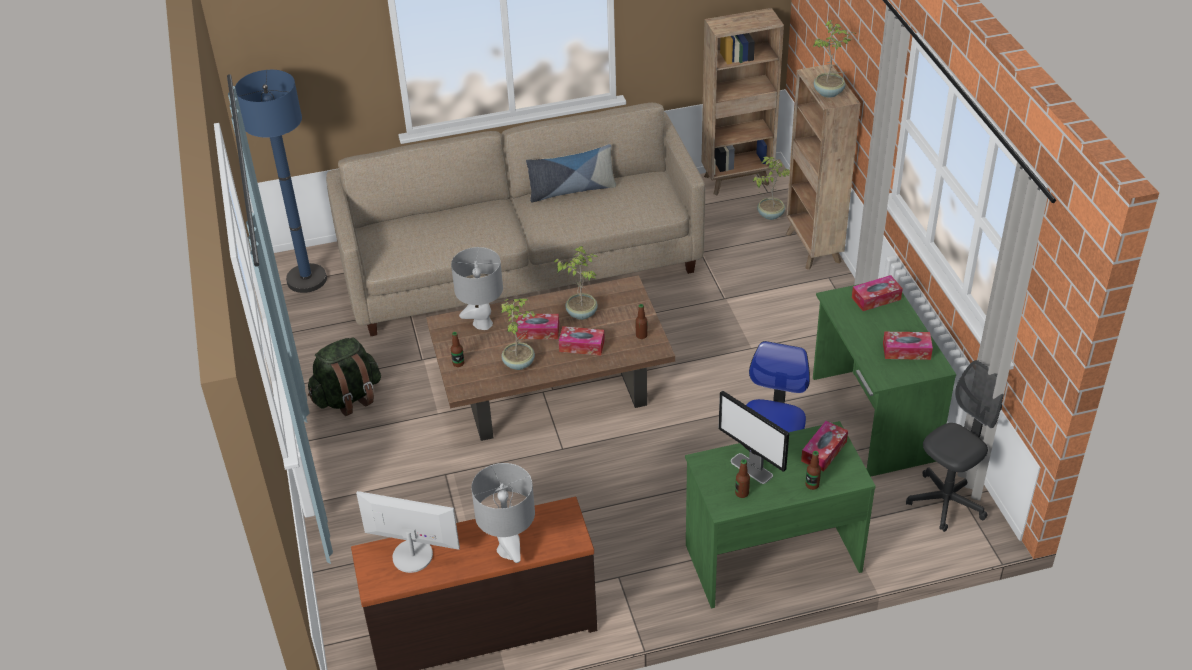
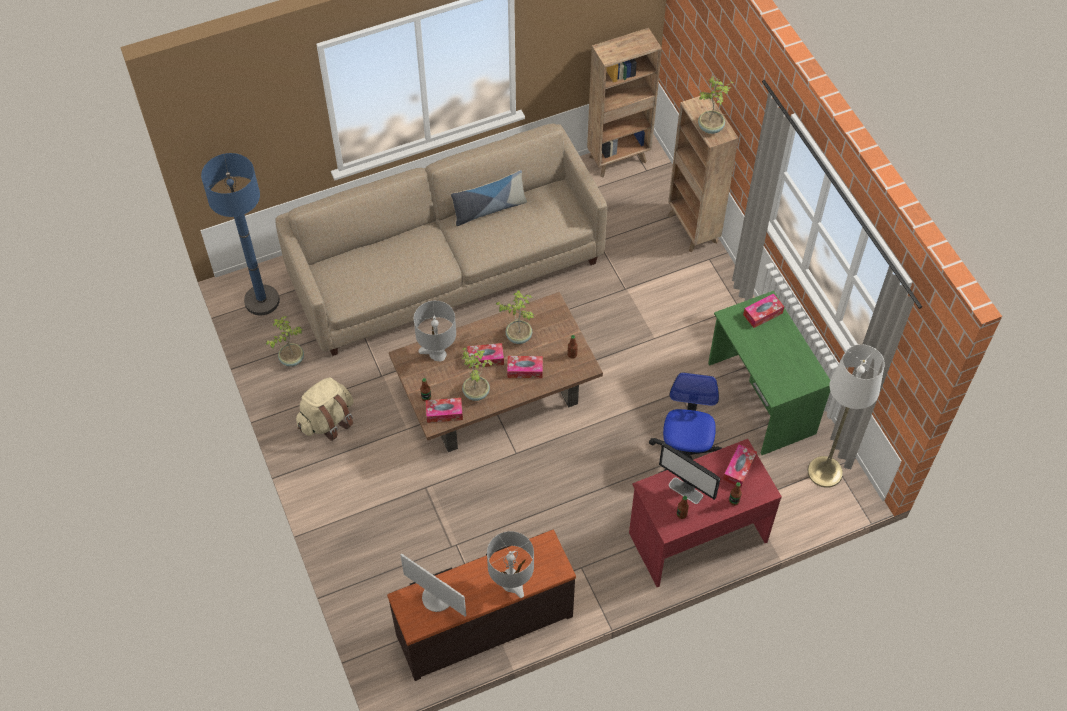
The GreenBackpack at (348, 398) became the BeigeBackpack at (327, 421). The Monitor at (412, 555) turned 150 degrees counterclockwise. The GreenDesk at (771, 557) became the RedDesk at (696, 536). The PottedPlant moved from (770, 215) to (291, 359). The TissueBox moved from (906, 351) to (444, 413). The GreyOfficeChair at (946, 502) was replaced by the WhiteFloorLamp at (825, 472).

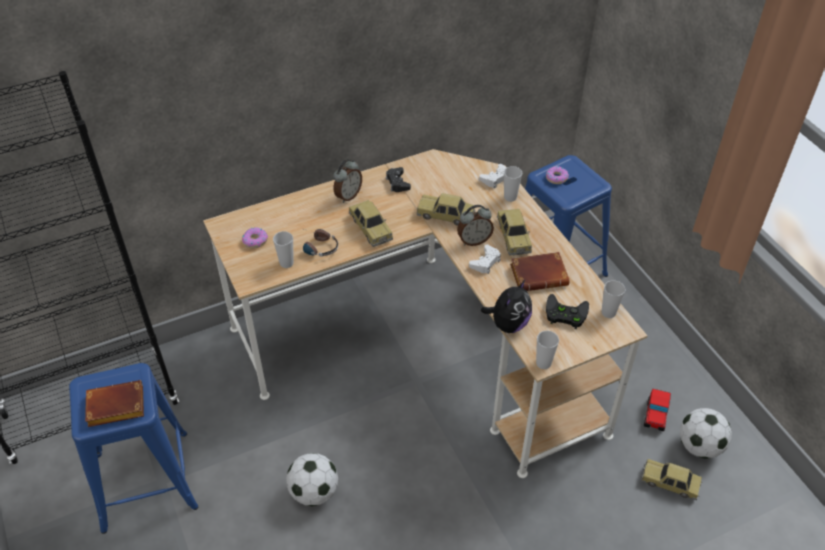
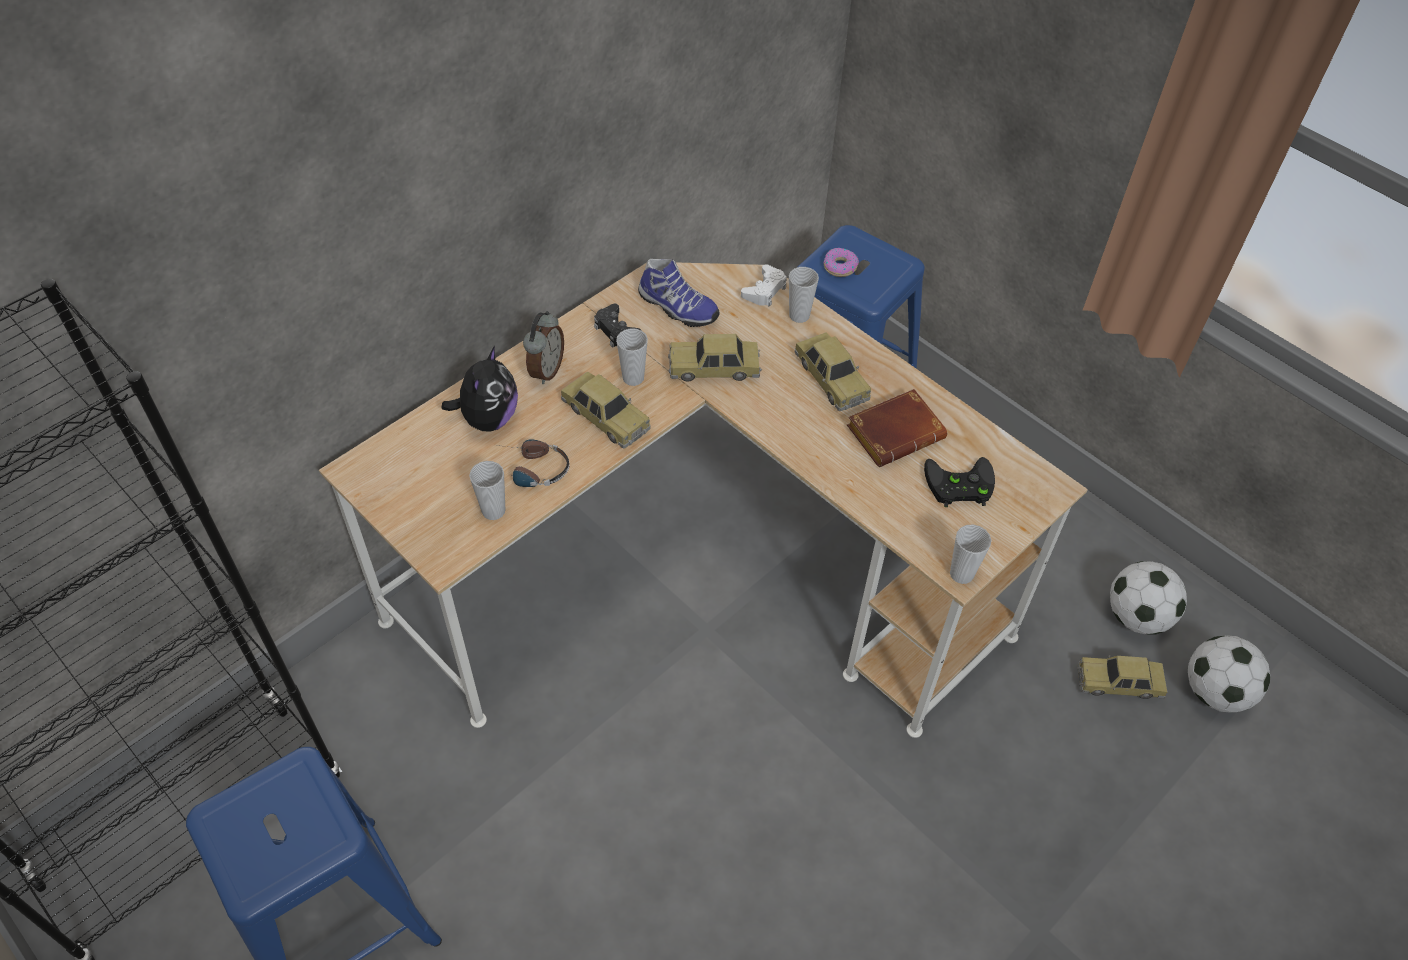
The BrownBook at (114, 408) disappeared. The Donut at (255, 241) disappeared. The Football moved from (314, 492) to (1214, 691). The AlarmClock at (474, 240) disappeared. The WhiteGameController at (485, 262) disappeared. The PlushToy moved from (508, 324) to (488, 418). The Cup moved from (608, 313) to (633, 378). The ToyCar at (655, 416) disappeared. The Shoe at (676, 308) appeared.

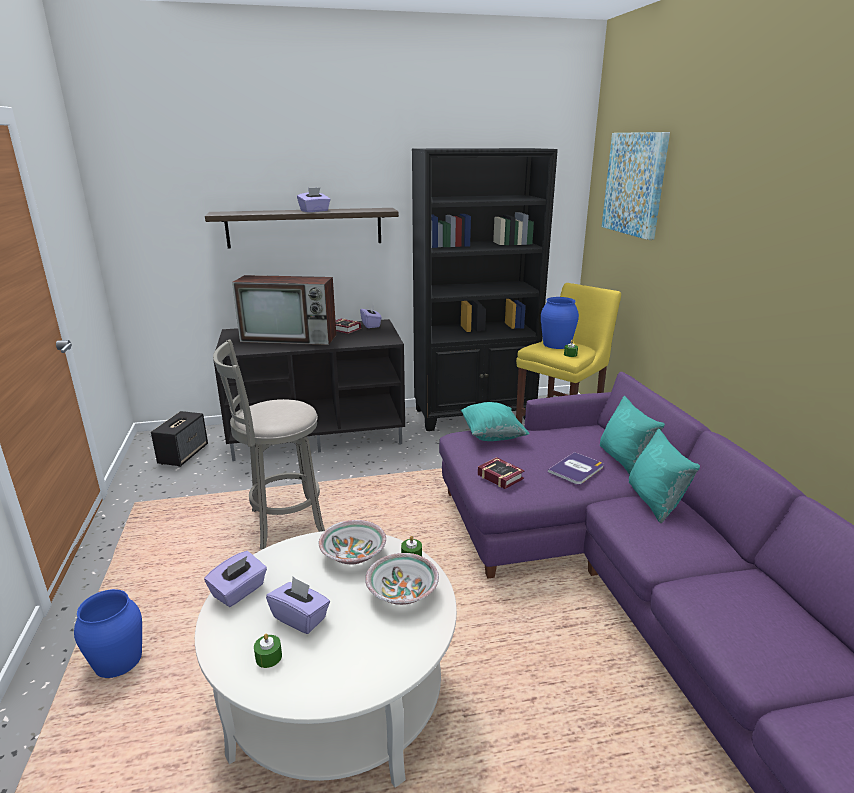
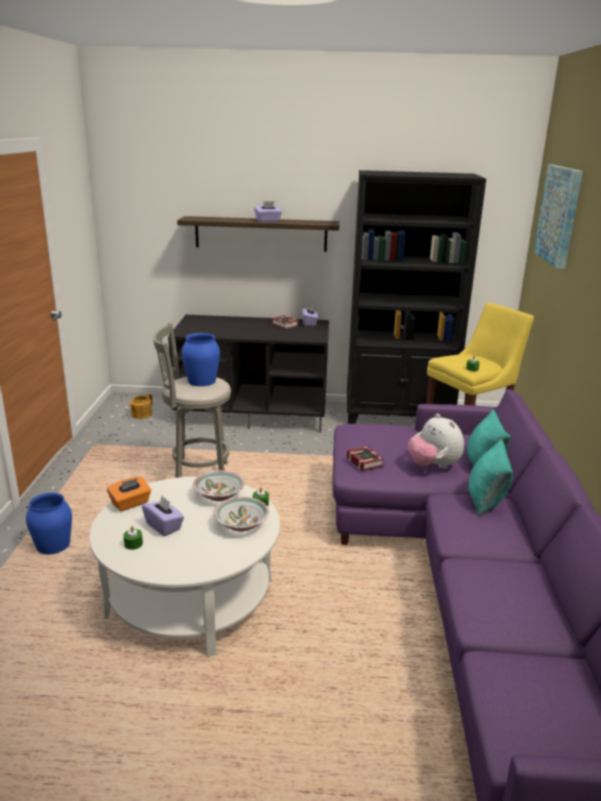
The Speaker at (183, 454) was replaced by the Teapot at (141, 414). The PurpleTissueBox at (239, 591) became the OrangeTissueBox at (130, 503). The Television at (291, 338) disappeared. The TurquoisePillow at (492, 435) disappeared. The BlueVase moved from (557, 344) to (202, 381). The Book at (576, 469) was replaced by the PlushToy at (433, 466).

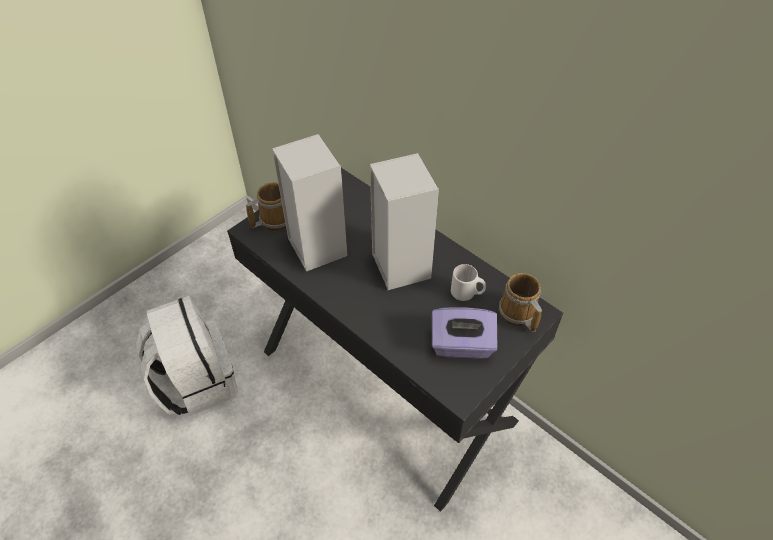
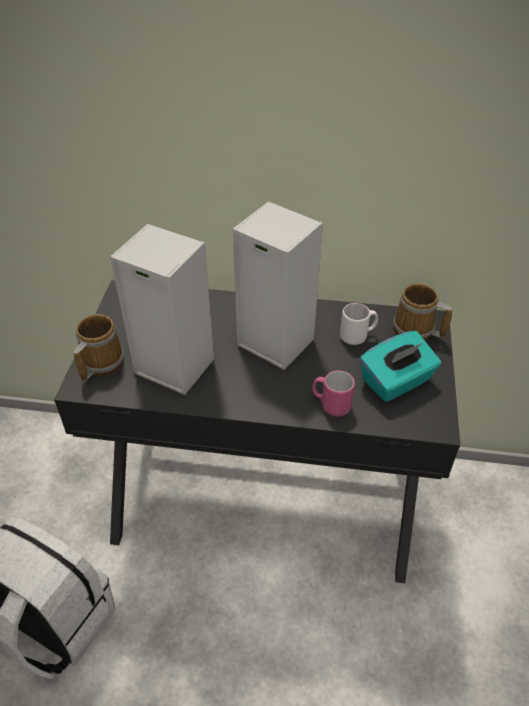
The PurpleTissueBox at (461, 345) became the TurquoiseTissueBox at (396, 382). The PinkMug at (330, 404) appeared.

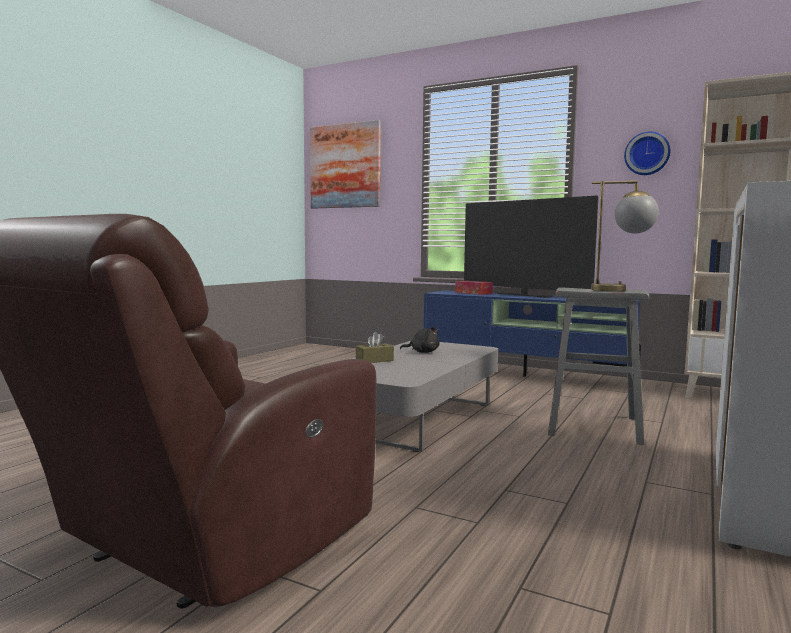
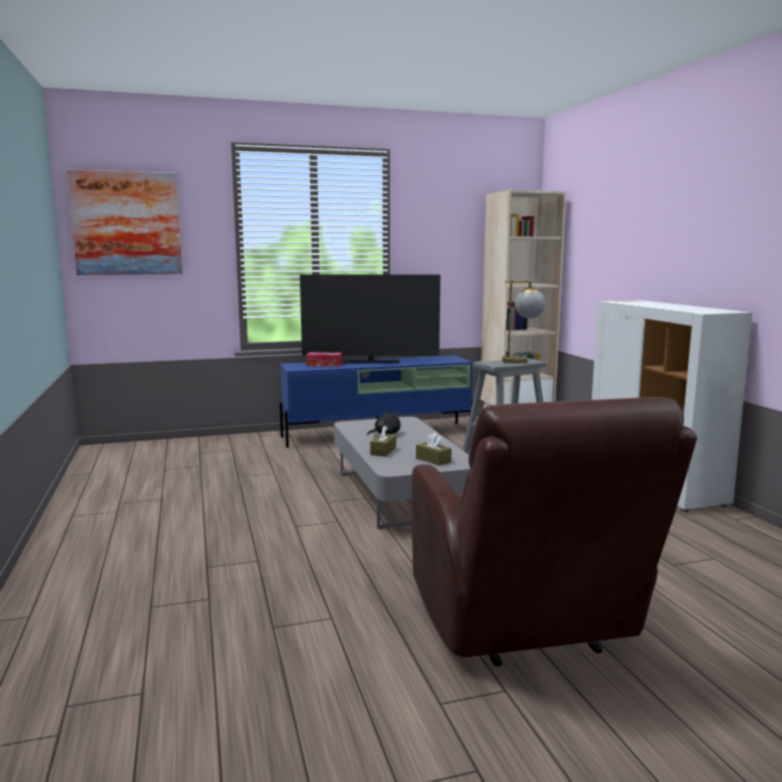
The WallClock at (647, 154) disappeared. The BrownTissueBox at (433, 460) appeared.

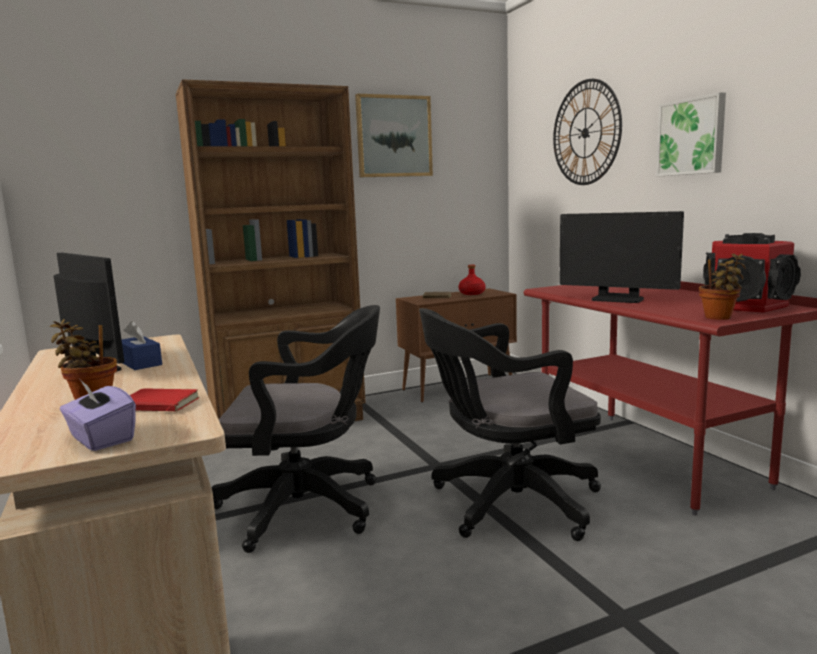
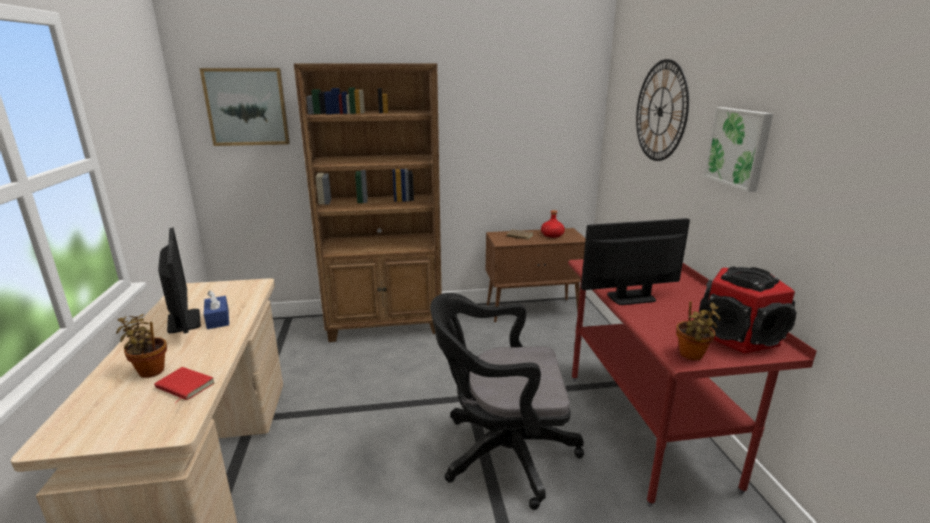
The PurpleTissueBox at (101, 439) disappeared. The BlackOfficeChair at (308, 507) disappeared. The Picture moved from (394, 136) to (247, 107). The Monitor at (617, 299) turned 120 degrees clockwise.

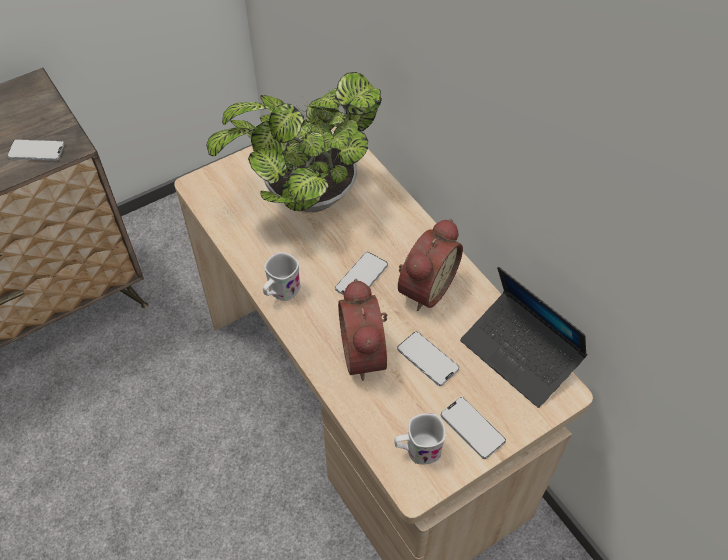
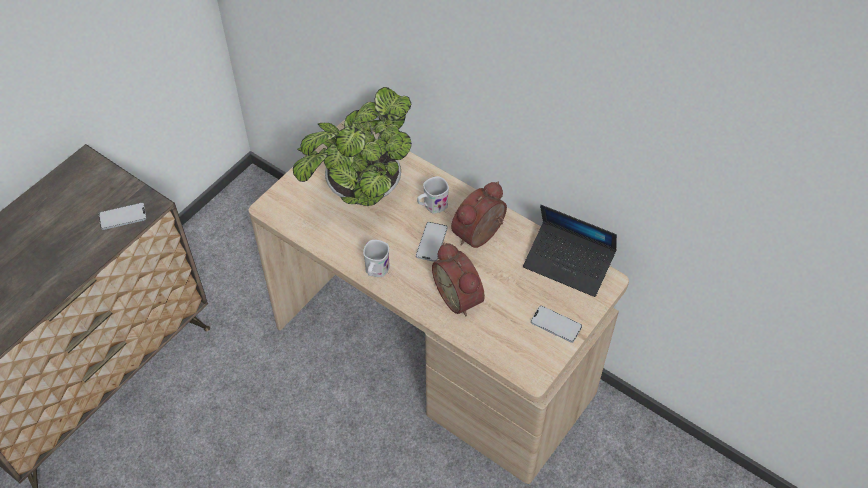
The WhiteMug moved from (417, 450) to (432, 206). The Phone at (427, 359) disappeared. The AlarmClock at (424, 287) turned 150 degrees counterclockwise.

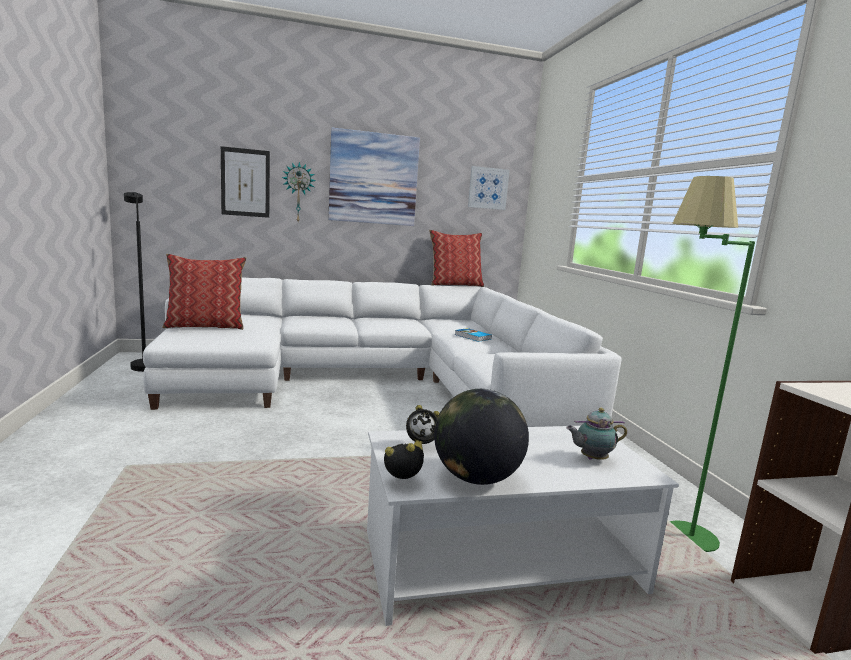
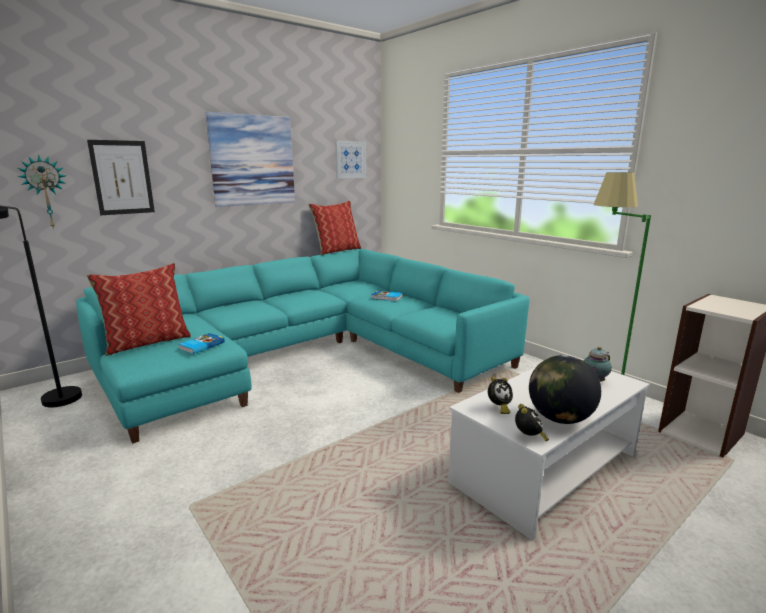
The WhiteSofa at (378, 382) became the TurquoiseSofa at (309, 353). The WallClock moved from (298, 193) to (45, 192). The AlarmClock at (403, 482) turned 120 degrees clockwise. The Book at (201, 345) appeared.

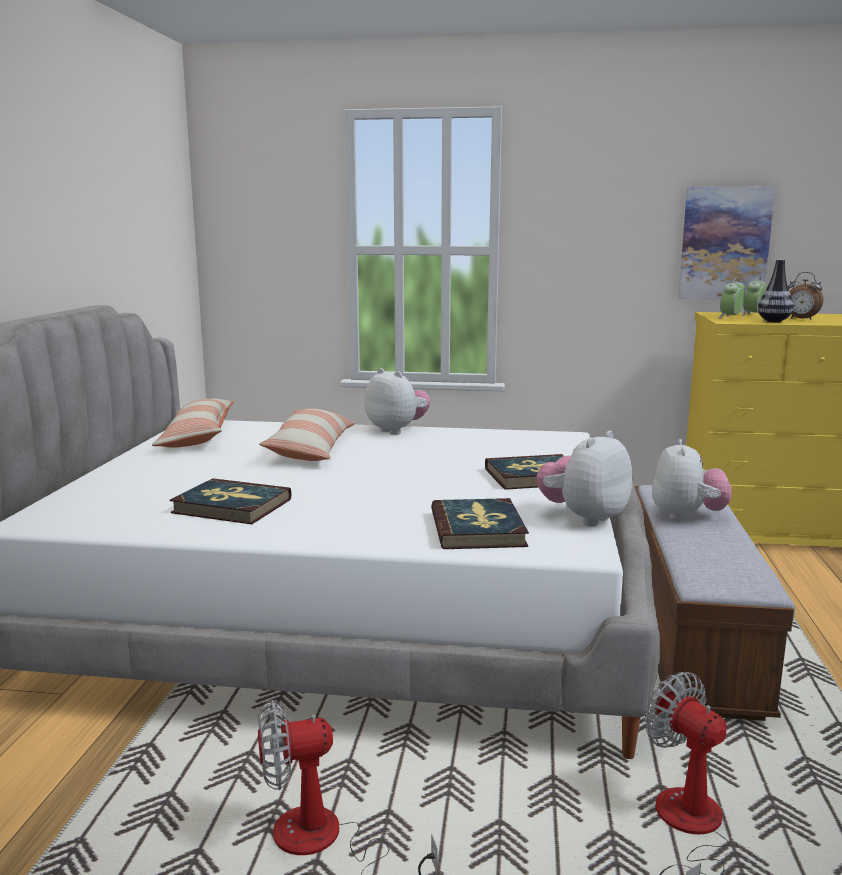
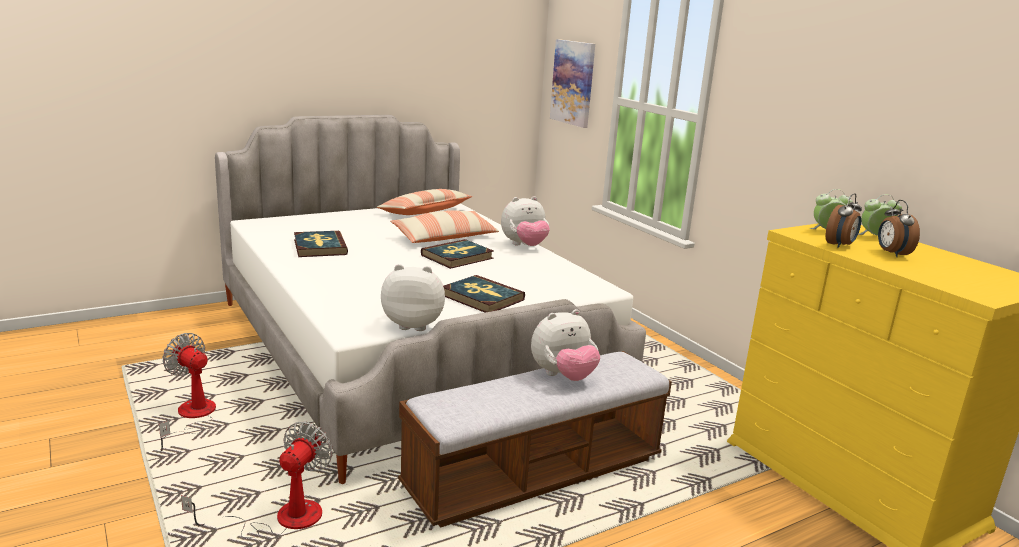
The PlushToy at (397, 430) turned 60 degrees clockwise. The Book moved from (478, 529) to (457, 257). The Picture moved from (724, 243) to (573, 83). The Vase at (773, 321) was replaced by the AlarmClock at (840, 245).

